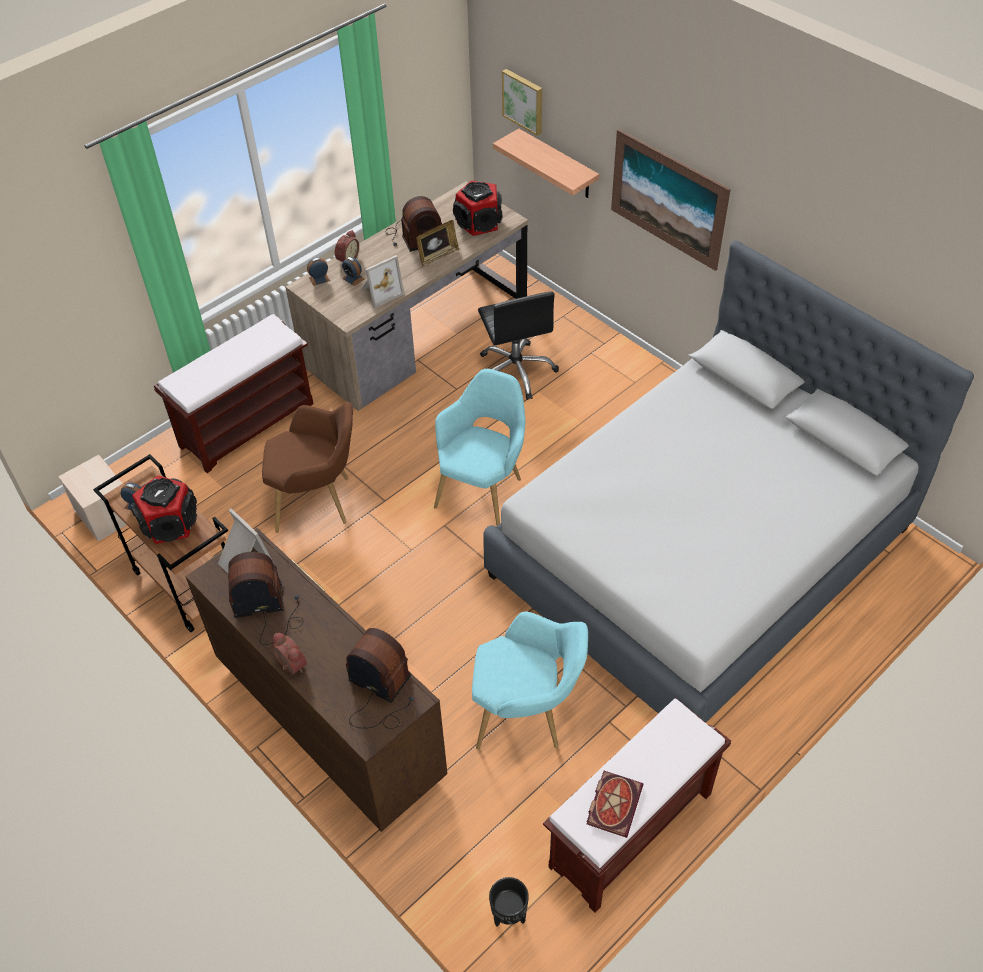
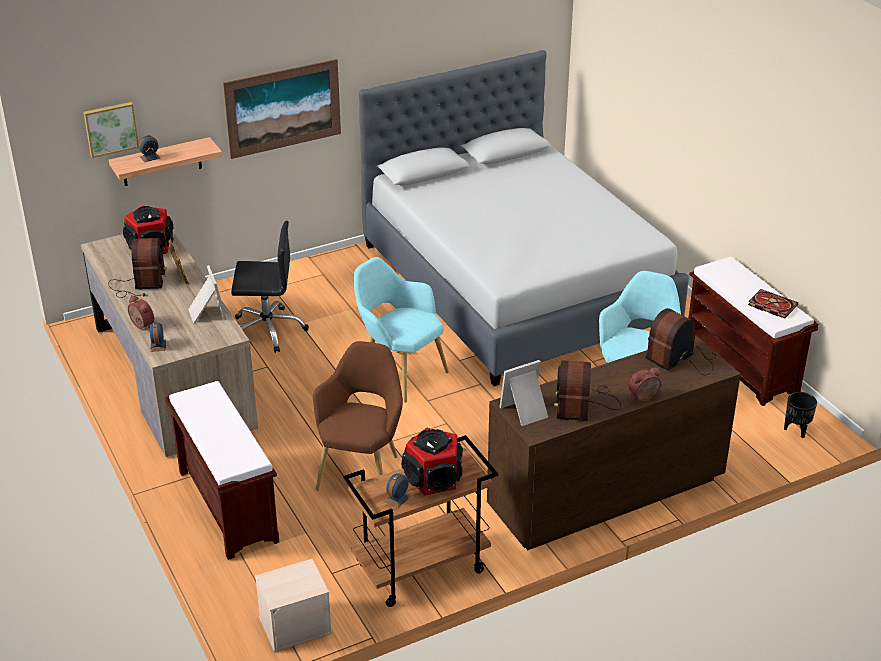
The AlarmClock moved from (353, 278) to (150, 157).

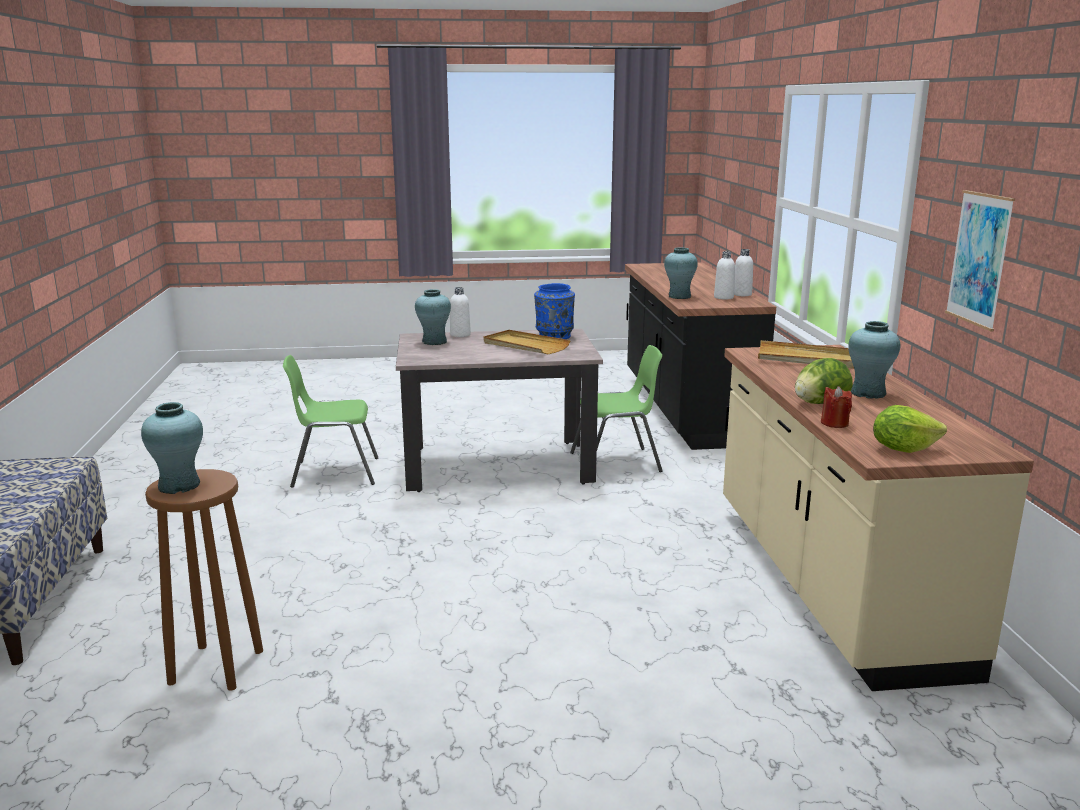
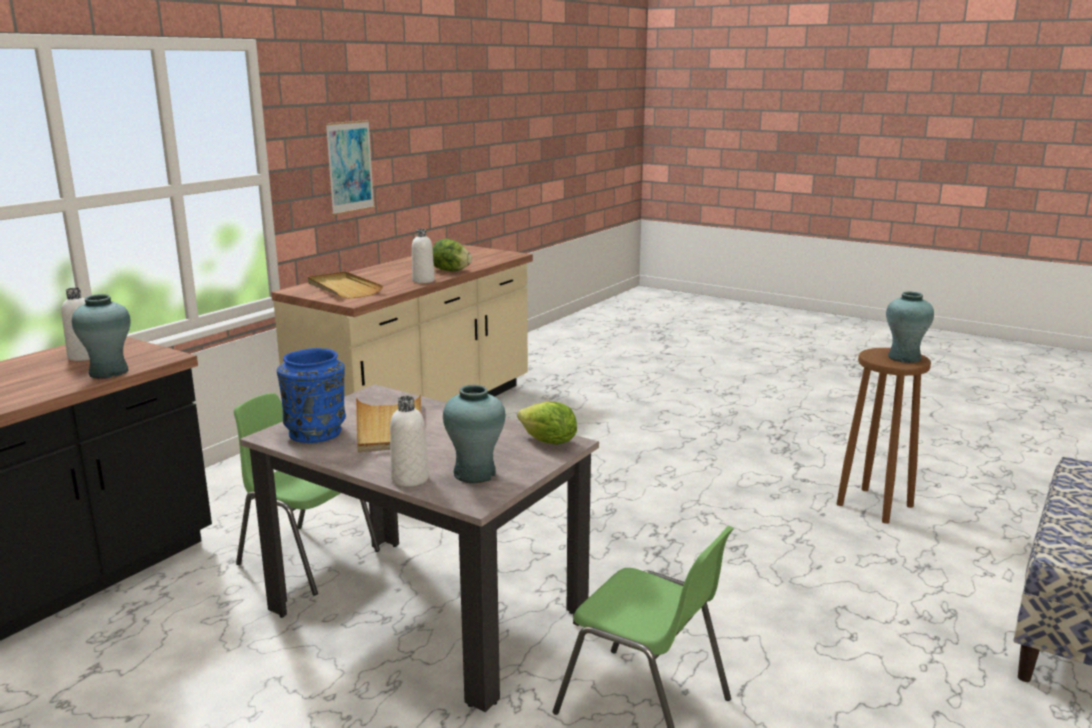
The WhiteBottle moved from (742, 294) to (423, 281). The RedCandle at (834, 423) disappeared. The TurquoiseVase at (868, 393) disappeared. The Lettuce moved from (902, 449) to (548, 442).

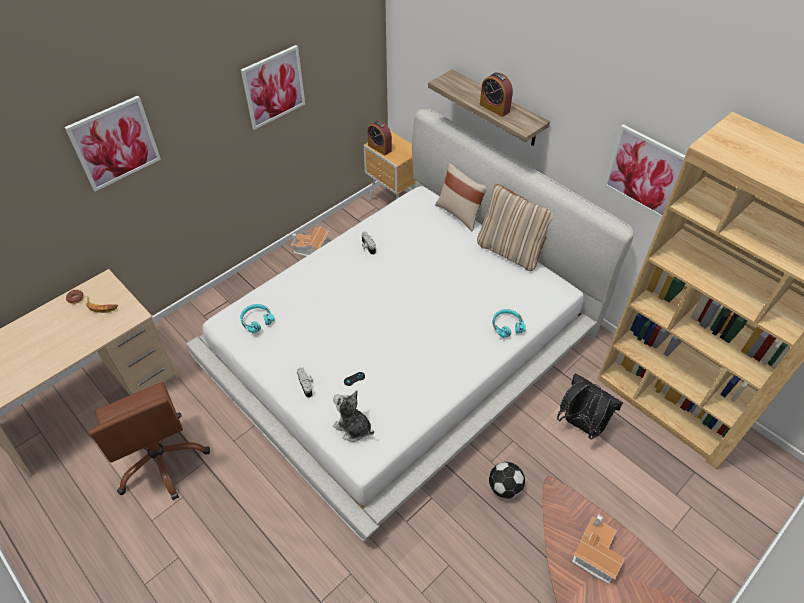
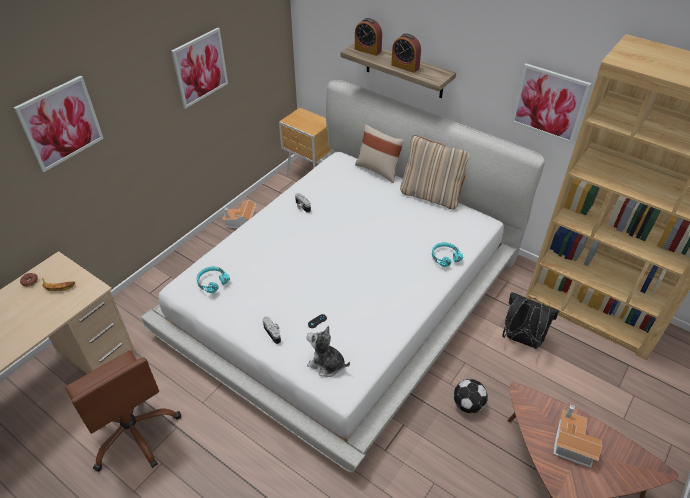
The AlarmClock moved from (379, 148) to (368, 50).

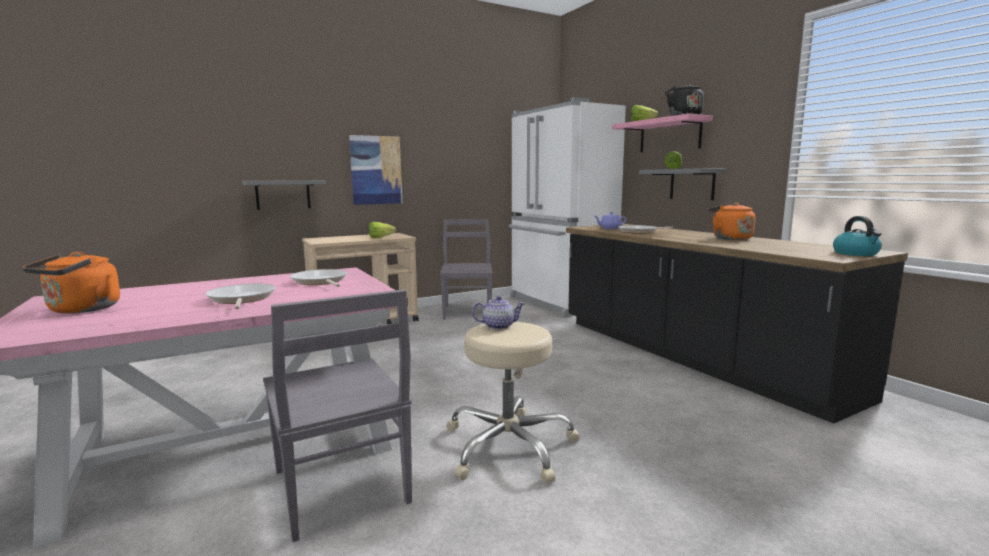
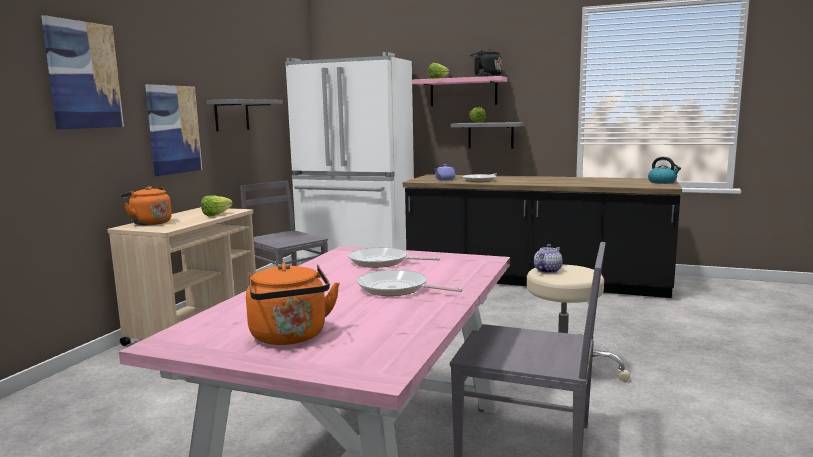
The GreyShelf moved from (283, 194) to (232, 115). The OrangeKettle moved from (730, 238) to (149, 223). The Picture at (84, 75) appeared.

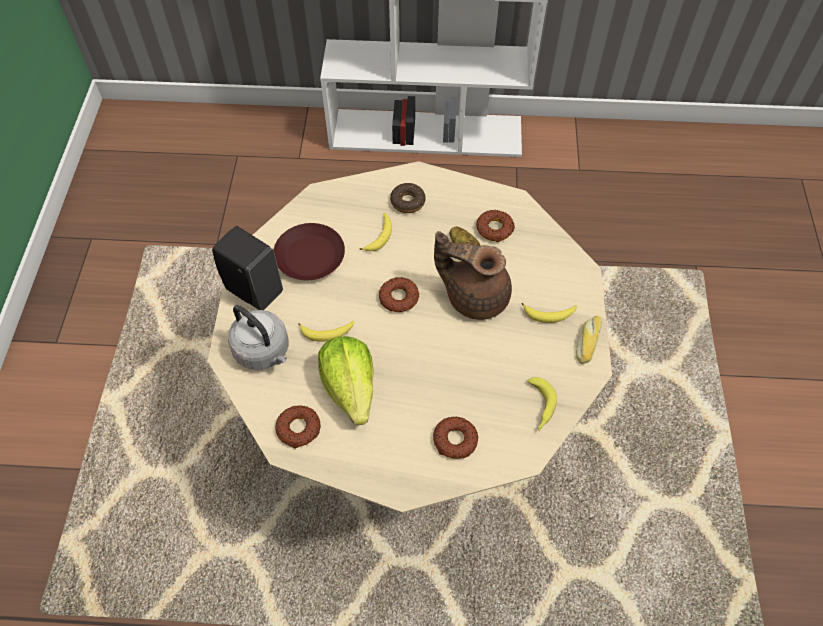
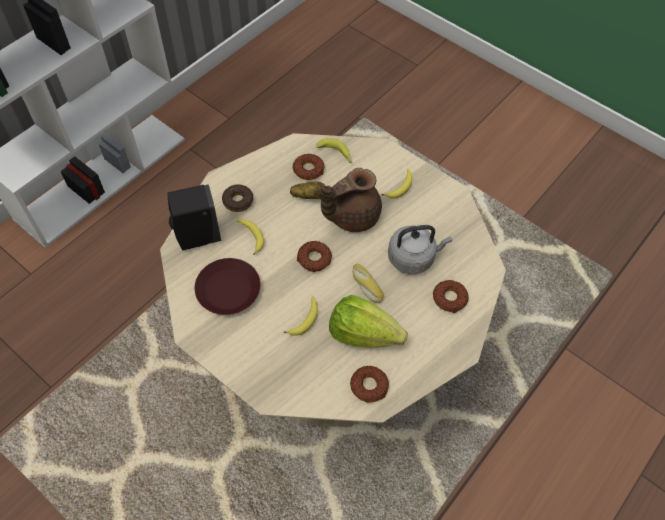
The BlackSoapDispenser moved from (253, 290) to (196, 237). The GreyKettle moved from (264, 352) to (413, 258). The Banana moved from (539, 407) to (336, 154). The Bread moved from (587, 341) to (366, 286).

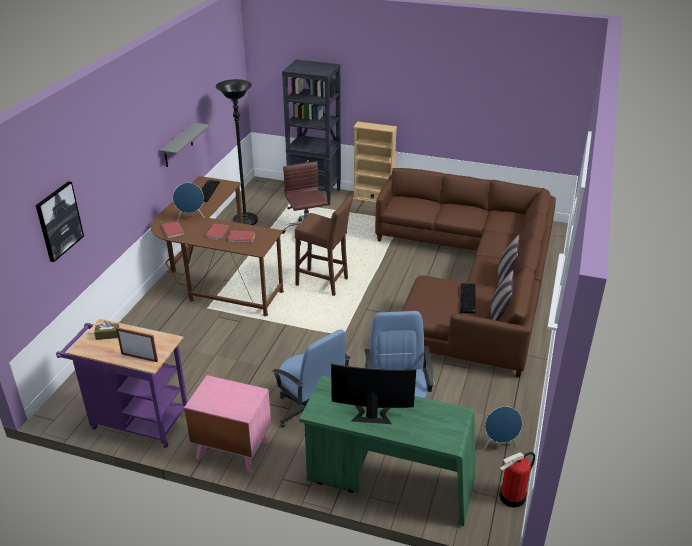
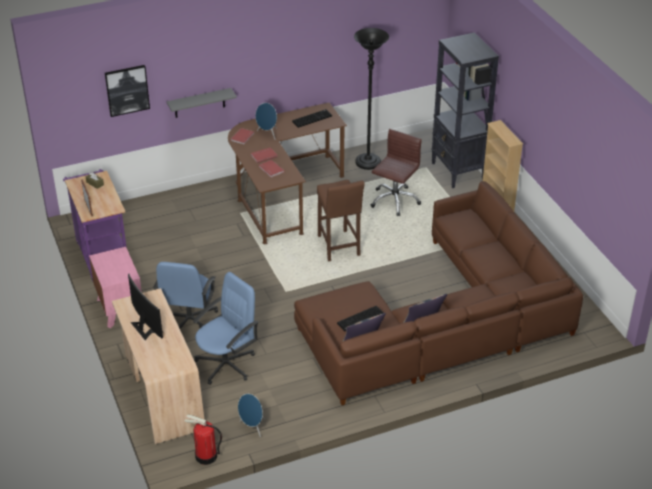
The GreyShelf moved from (178, 145) to (199, 103). The GreenDesk at (389, 482) became the BeigeDesk at (161, 391).

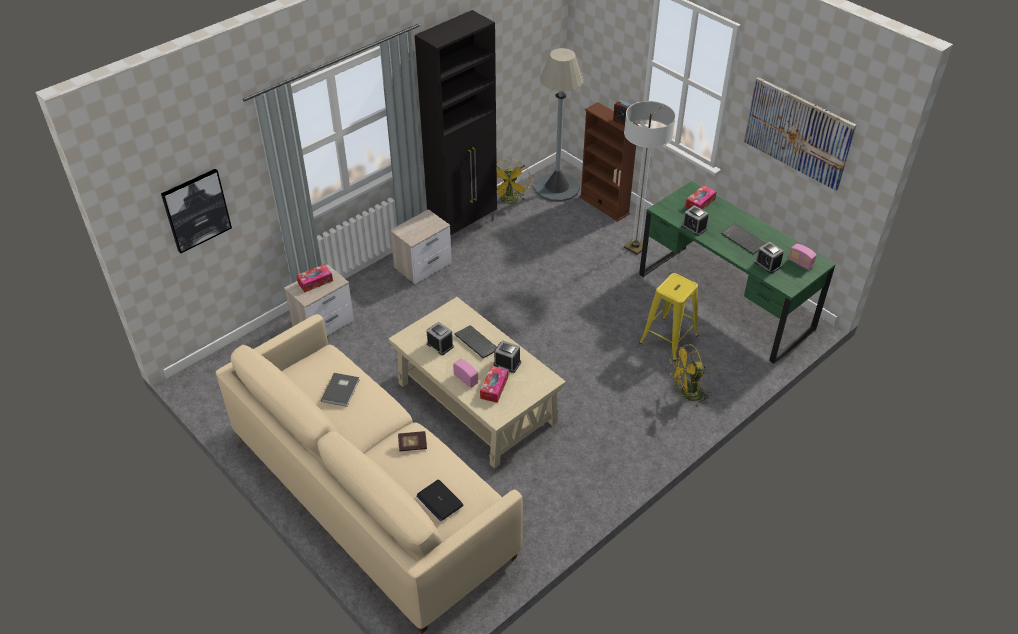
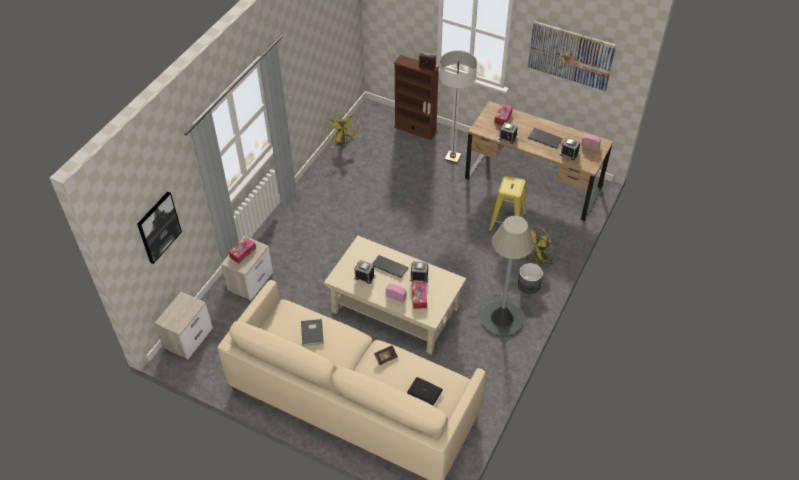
The Nightstand moved from (424, 265) to (189, 338). The BlackCabinet at (464, 227) disappeared. The GreyFloorLamp moved from (557, 187) to (501, 319). The GreenDesk at (724, 301) became the BrownDesk at (532, 183). The GreyPlanter at (529, 285) appeared.

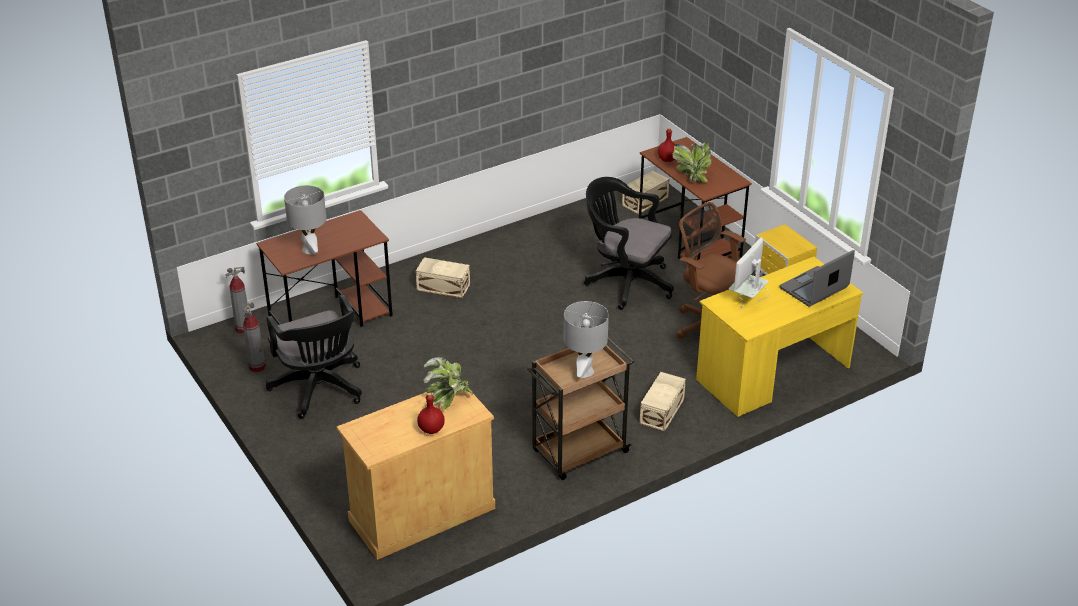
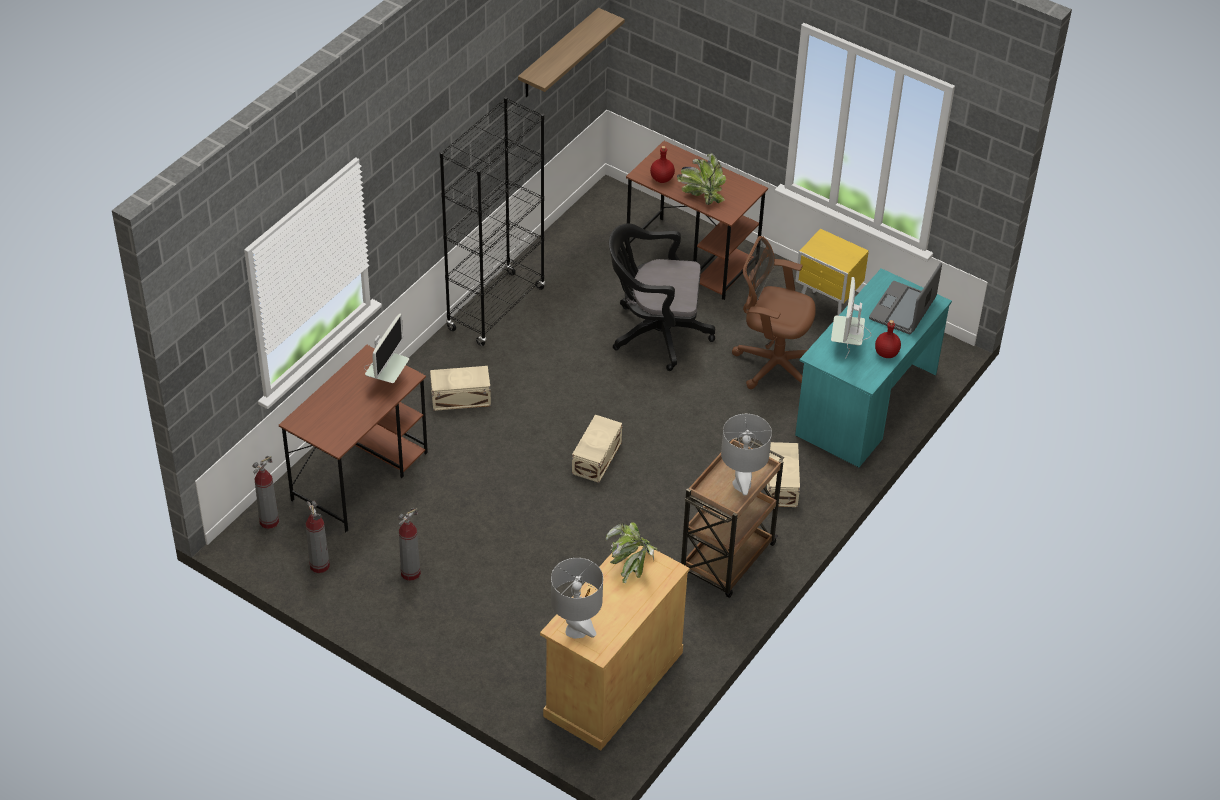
The BlackOfficeChair at (320, 390) was replaced by the FireExtinguisher at (410, 573). The GreyTableLamp moved from (310, 250) to (576, 631). The RedBottle moved from (431, 429) to (886, 353). The BeigeStorageBox moved from (644, 201) to (595, 458). The YellowDesk at (772, 374) became the TurquoiseDesk at (866, 404). The Monitor at (387, 380) appeared. The BlackBookcase at (496, 309) appeared. The Shelf at (558, 54) appeared.

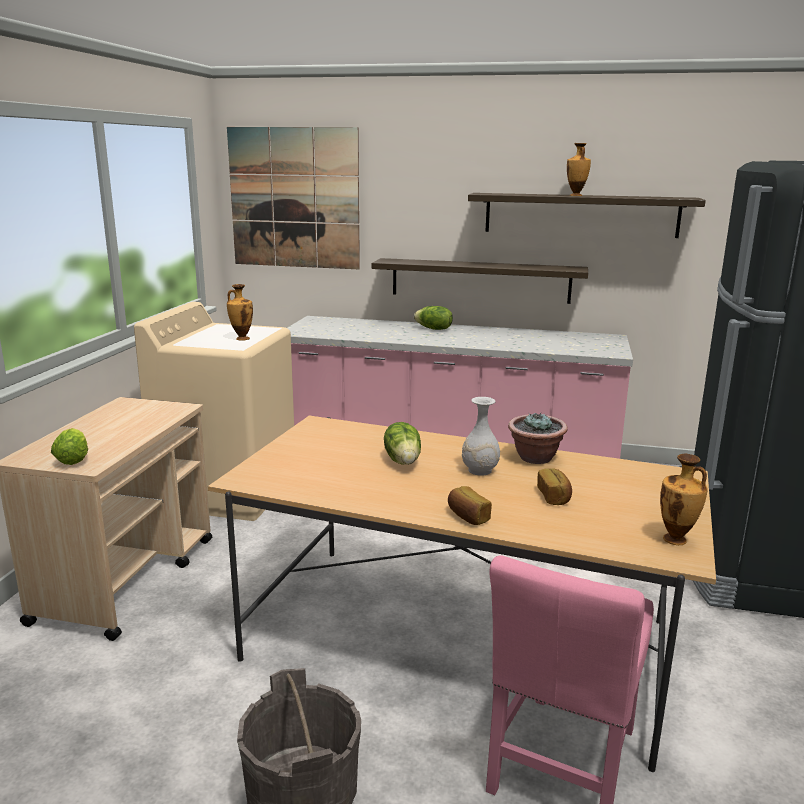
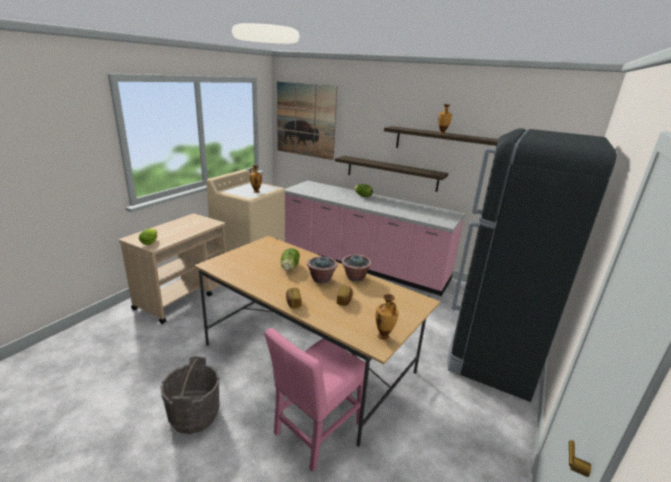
The WhiteVase at (479, 470) was replaced by the PottedPlant at (321, 279).

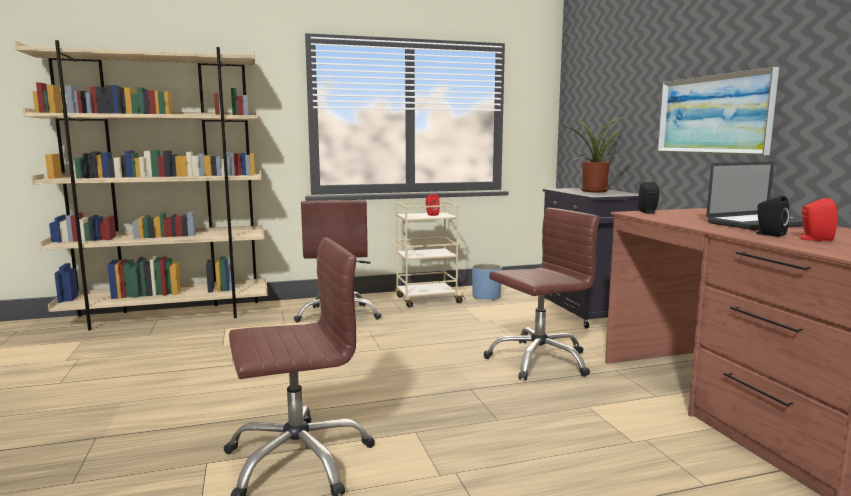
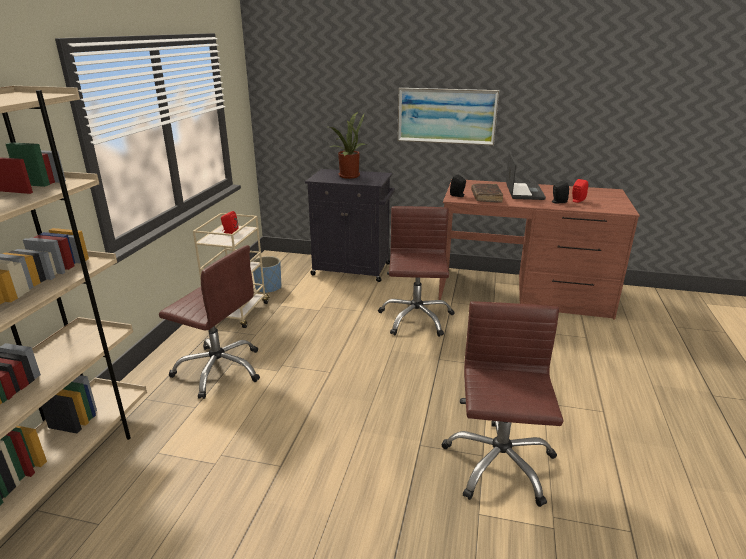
The BrownBook at (486, 197) appeared.

